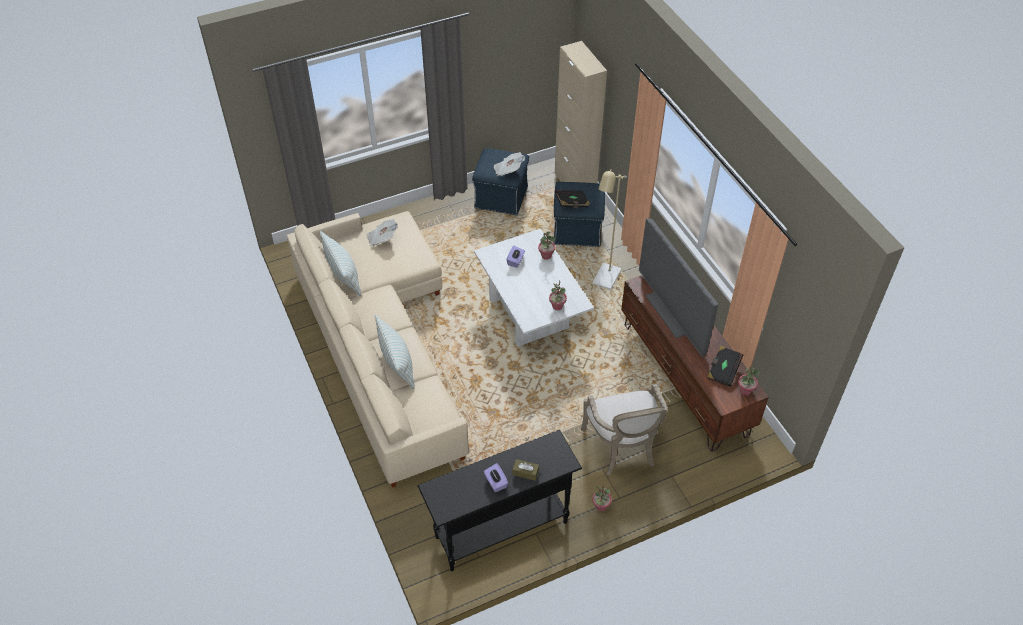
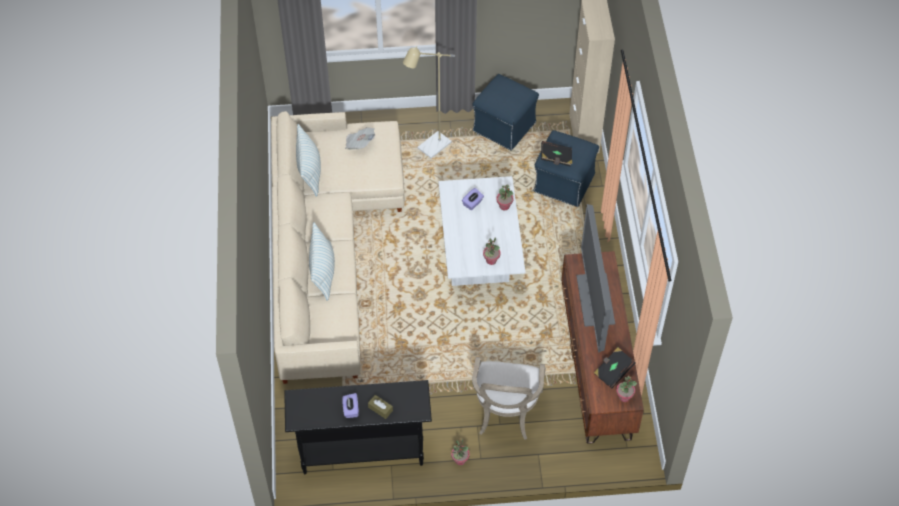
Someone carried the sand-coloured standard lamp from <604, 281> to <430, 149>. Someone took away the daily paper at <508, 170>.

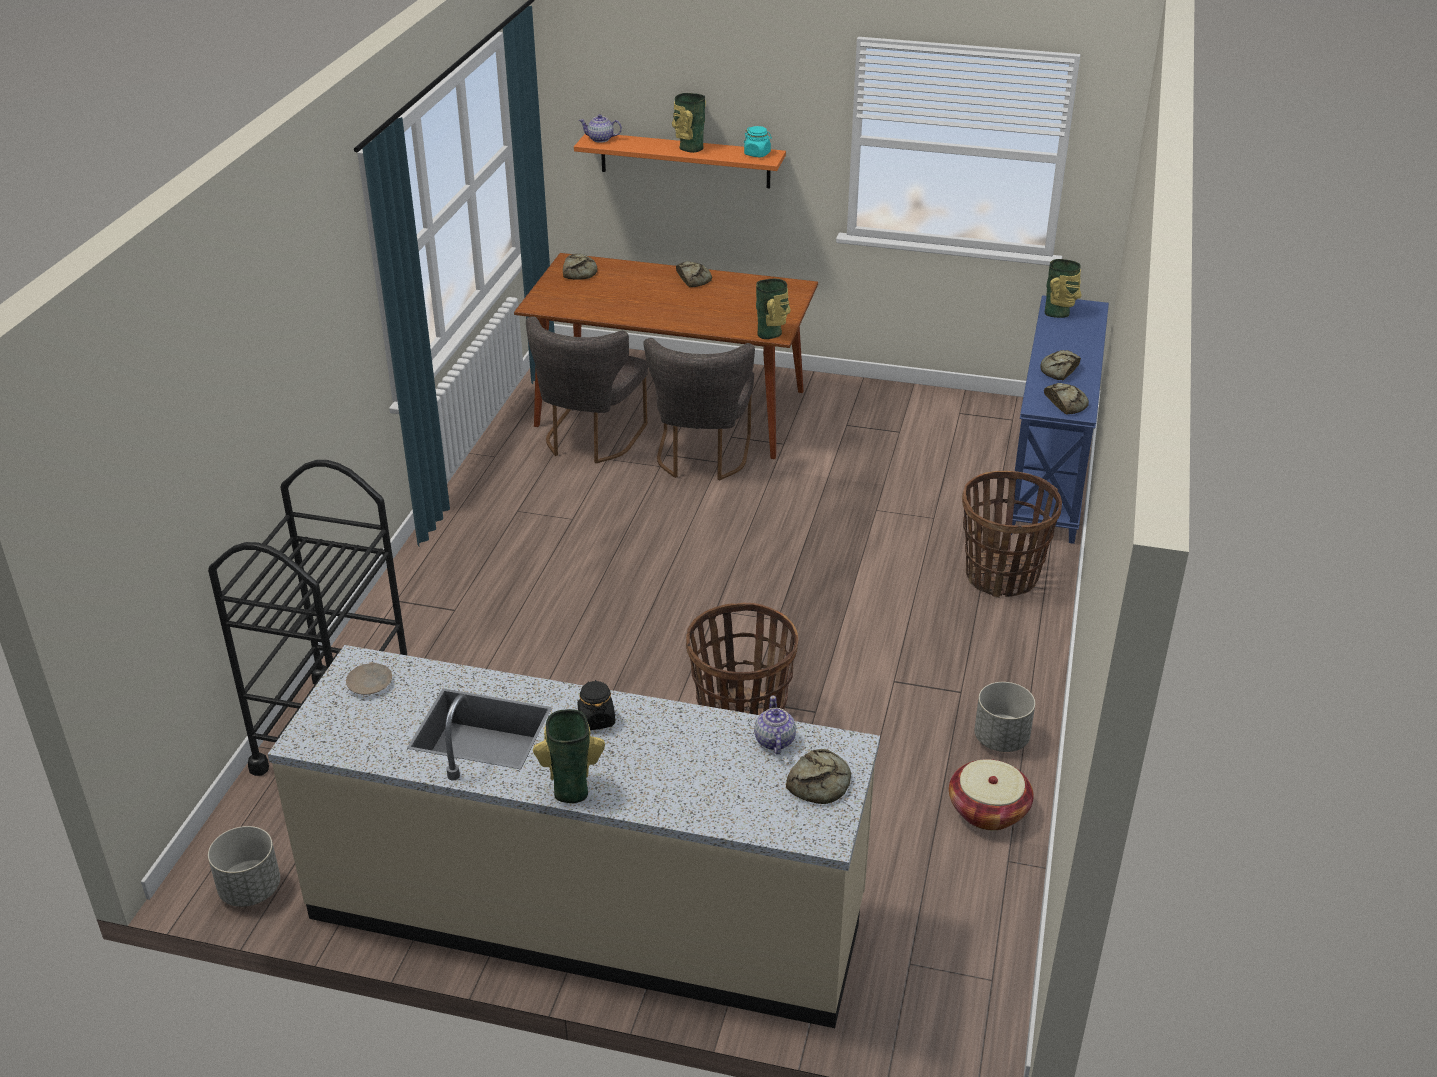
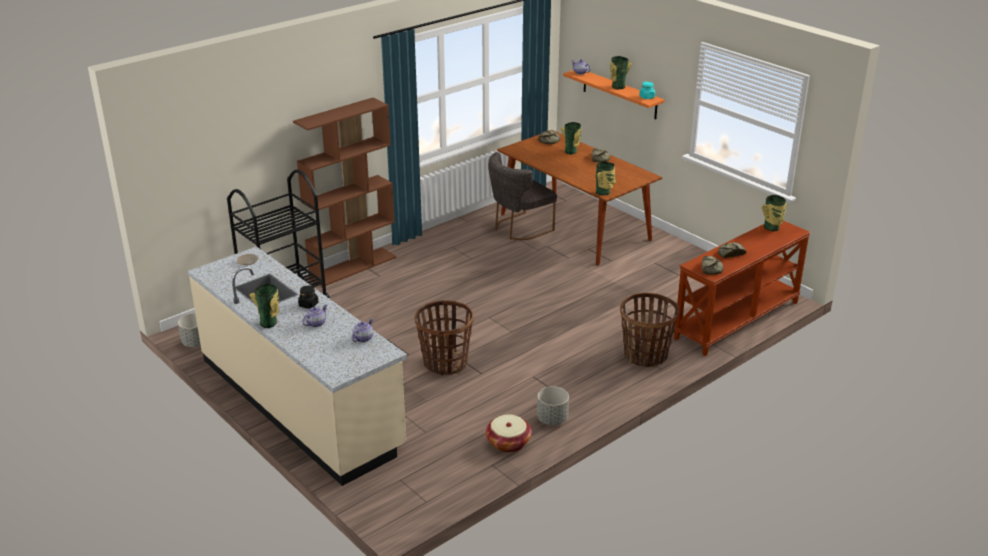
Someone put down the brownish bookcase at <353, 267>. Someone put down the teapot at <315, 323>. Someone put down the decorative vase at <571, 151>. Someone repainted the bluish console table at <1051, 472>, which became the brownish console table at <737, 321>. Someone took away the gray plain chair at <701, 458>. Someone took away the bakery bread at <821, 783>.

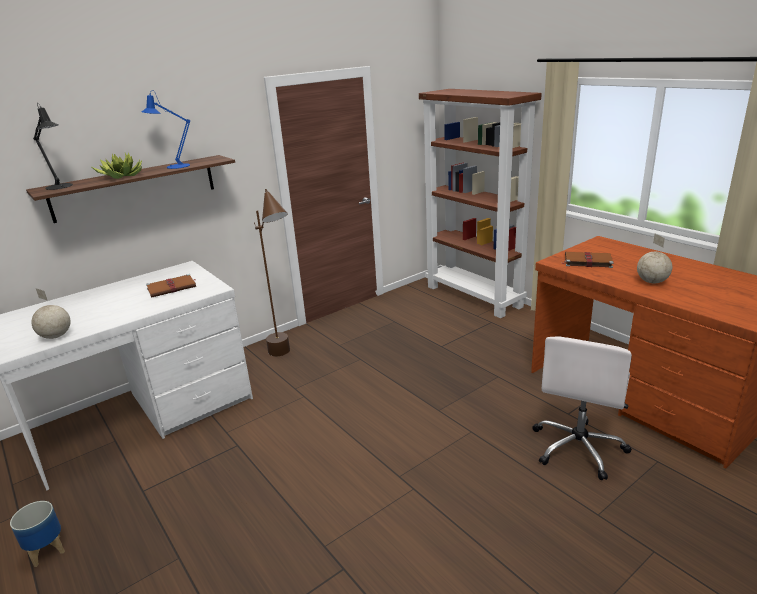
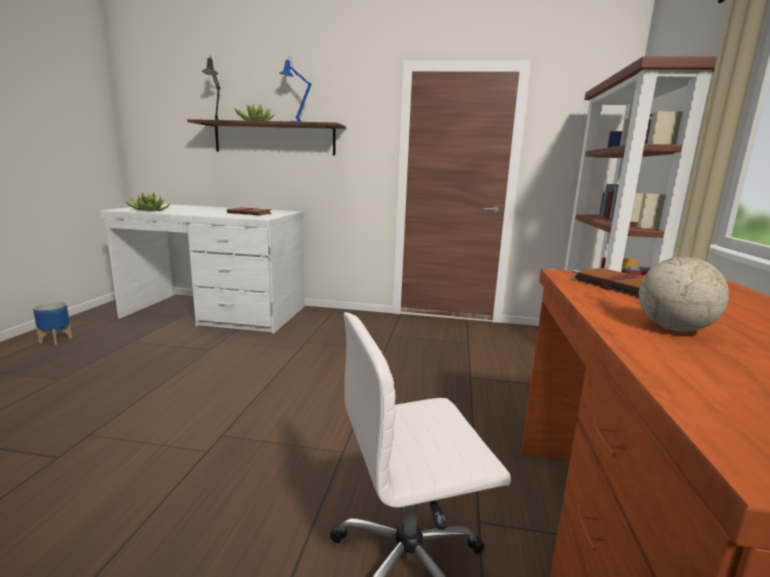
Someone swapped the globe at <56, 336> for the potted plant at <149, 210>. Someone took away the brownish standard lamp at <287, 358>.

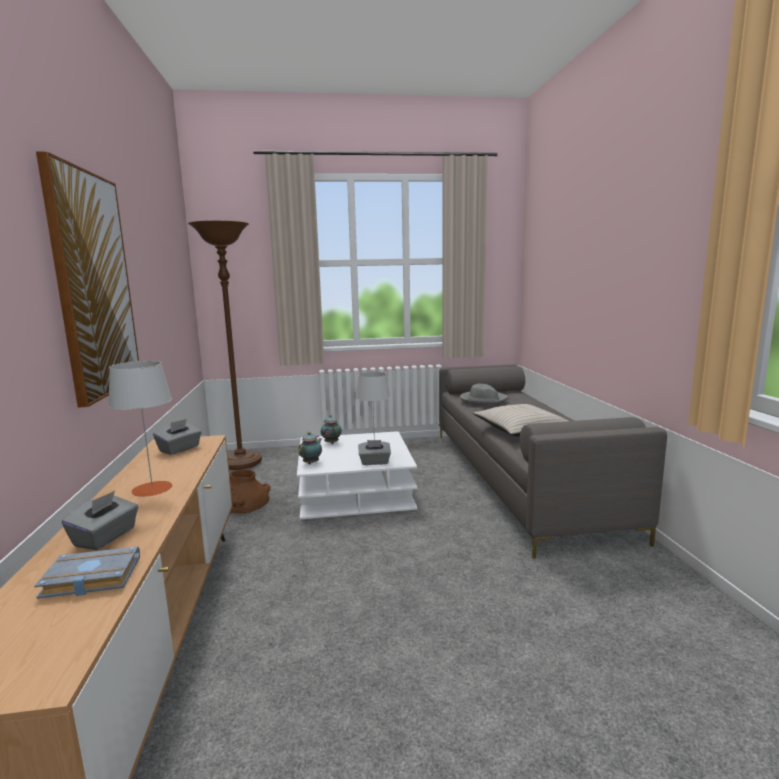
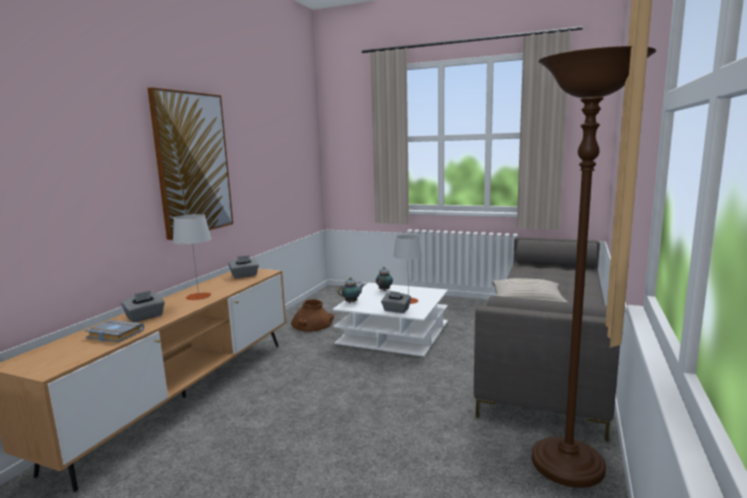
Someone carried the brownish standard lamp from <241, 463> to <567, 466>. Someone took away the gray clothing hat at <483, 400>.

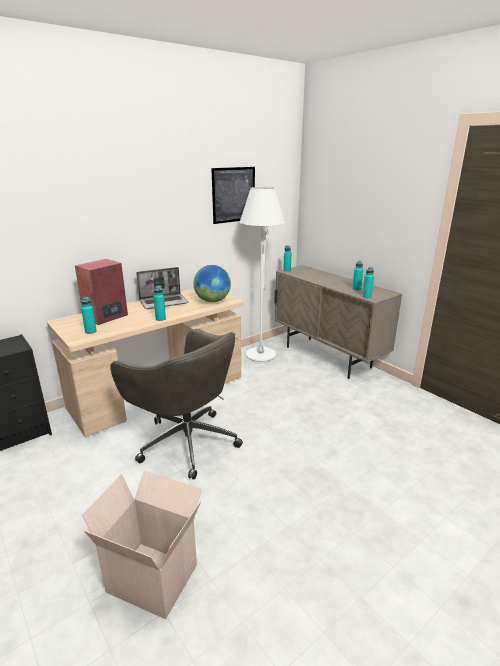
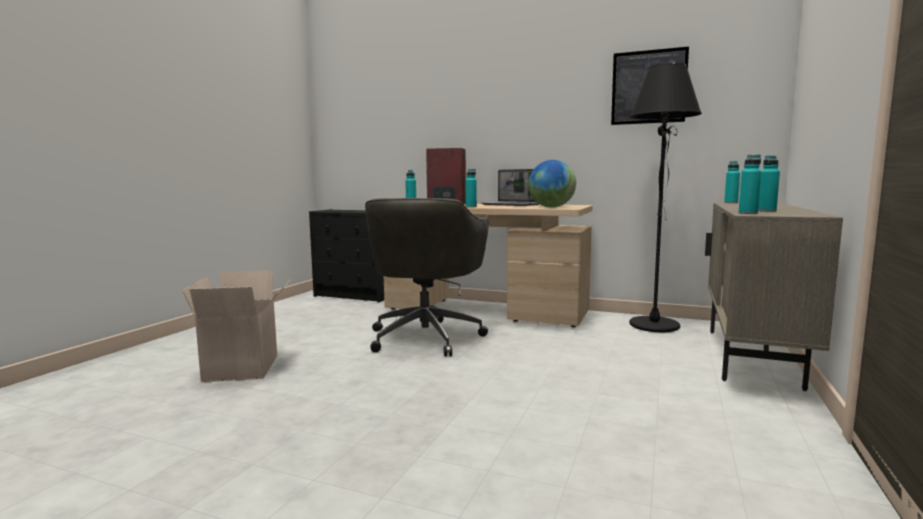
Someone repainted the white standard lamp at <260, 355>, which became the black standard lamp at <654, 325>.

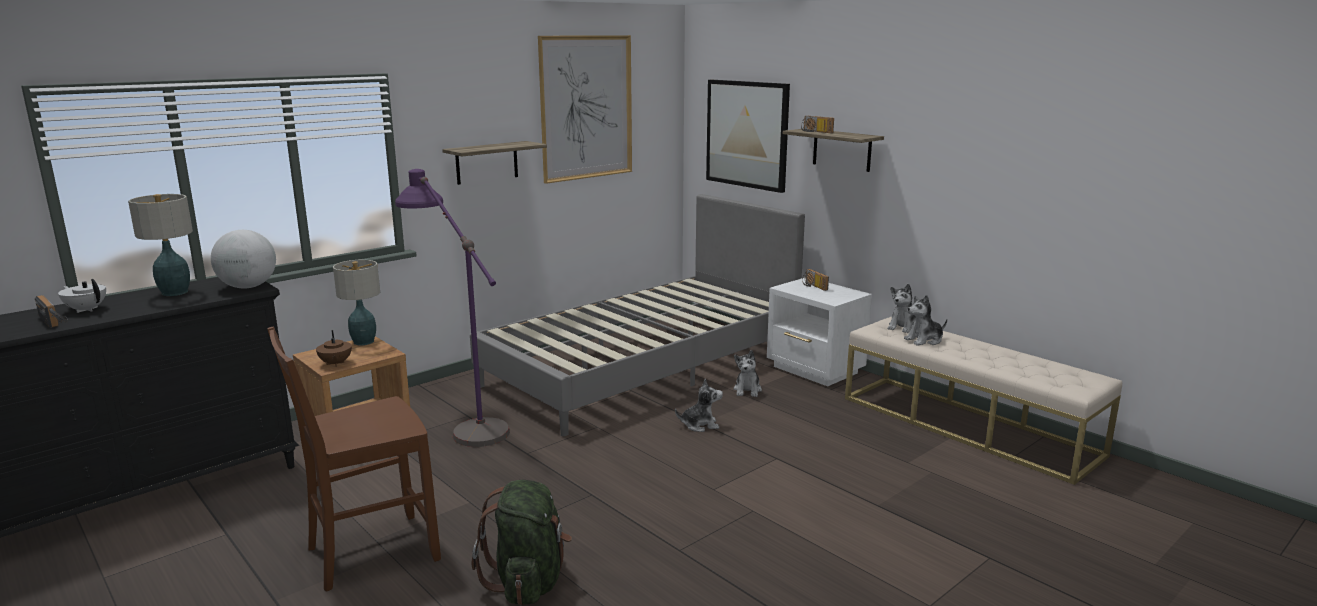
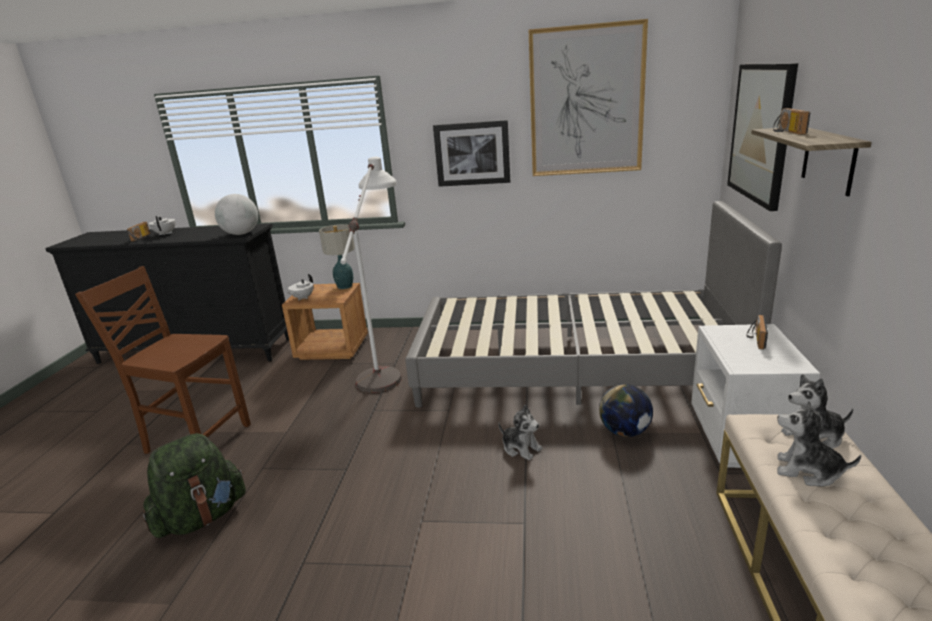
Someone repainted the brownish teapot at <335, 364>, which became the white teapot at <302, 298>. Someone repainted the purplish standard lamp at <462, 420>, which became the white standard lamp at <387, 364>. Someone swapped the bracket shelf at <487, 162> for the wall picture at <472, 153>. Someone swapped the plush toy at <747, 390> for the globe at <625, 432>. Someone took away the tabletop lamp at <175, 293>.

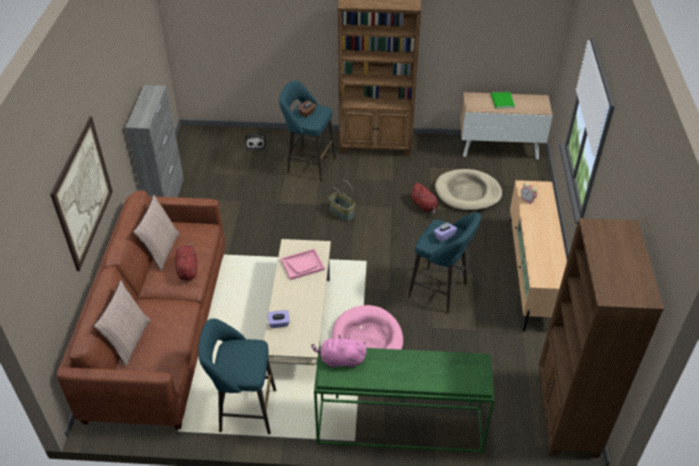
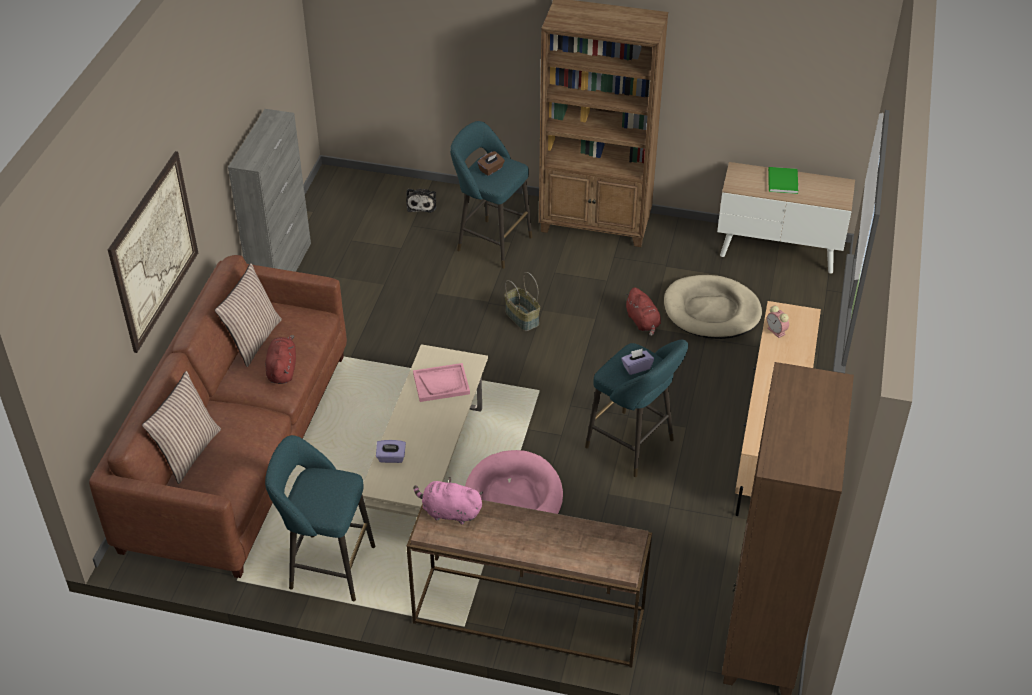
Someone repainted the green-coloured console table at <398, 427>, which became the brownish console table at <527, 617>.

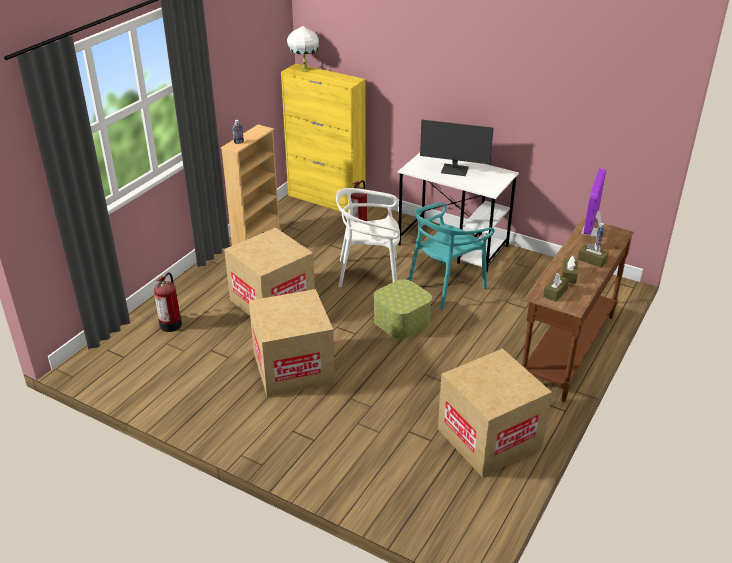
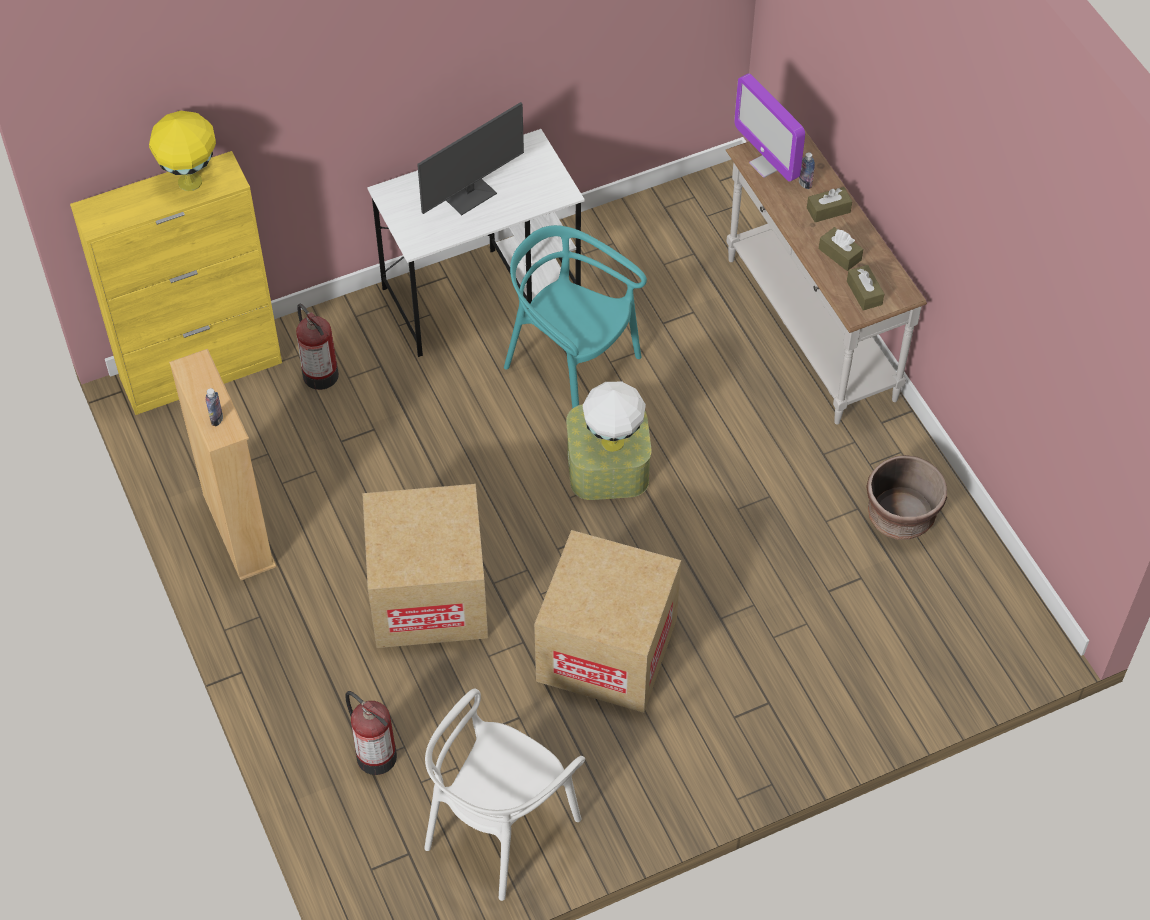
Someone put down the yellow-coloured tabletop lamp at <191, 182>. Someone carried the white plain chair from <369, 273> to <499, 828>. Someone rotated the turquoise plain chair at <445, 286> by 135 degrees clockwise. Someone carried the white tabletop lamp from <304, 69> to <613, 443>. Someone repainted the brownish console table at <566, 349>, which became the white console table at <808, 329>. Someone swapped the packing box at <489, 438> for the brownish plant pot at <900, 516>.

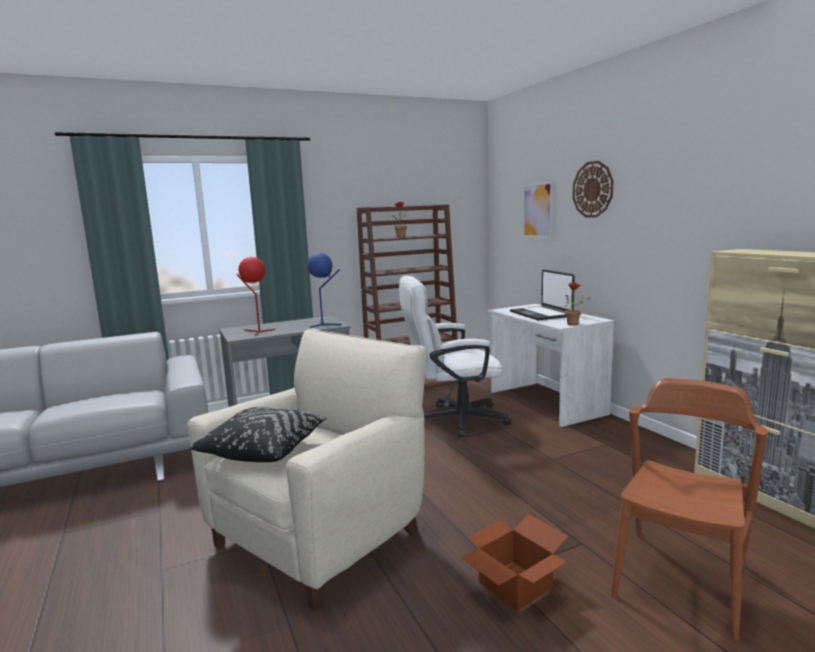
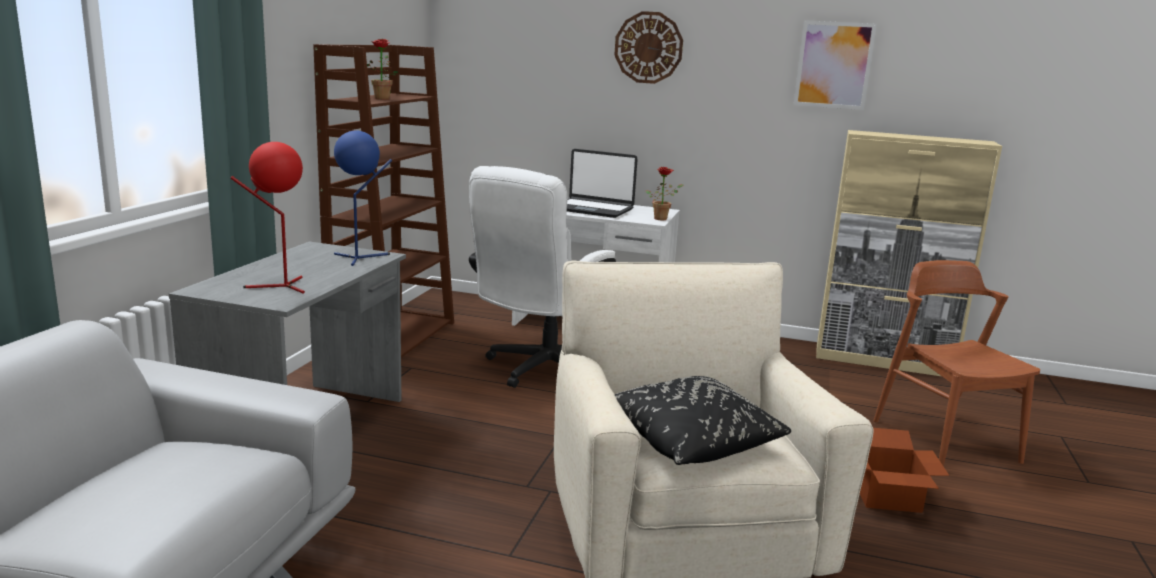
Someone carried the wall picture from <537, 210> to <834, 65>.

